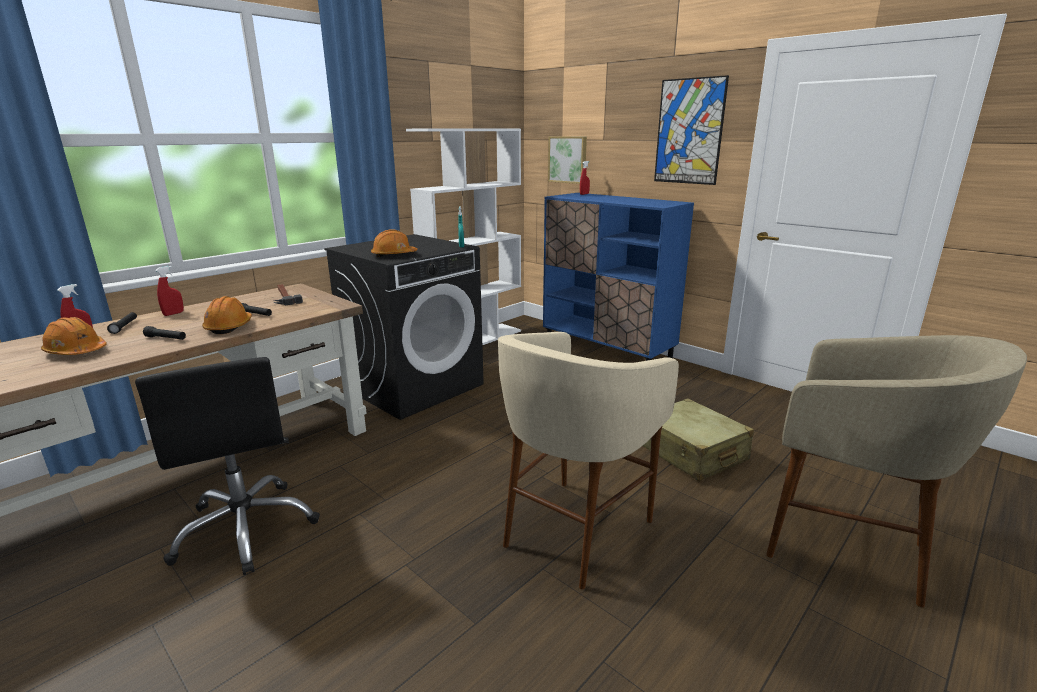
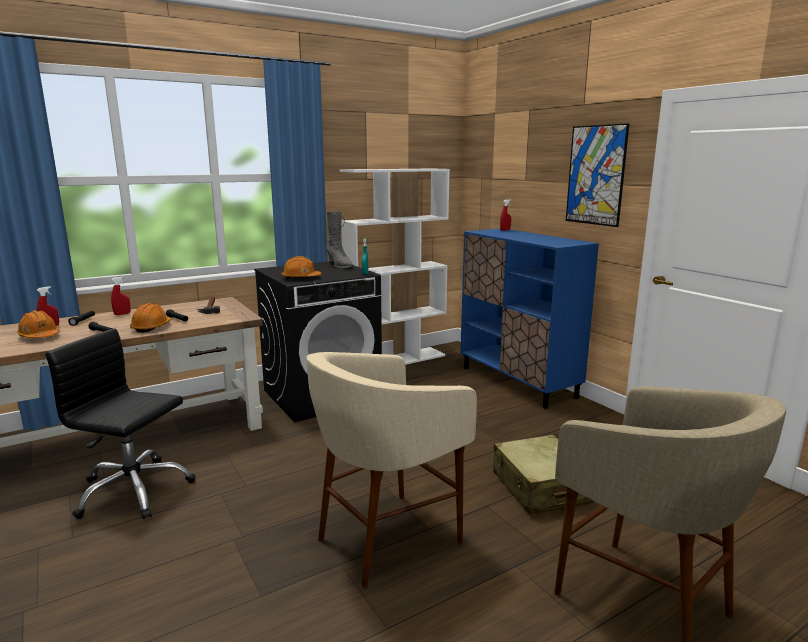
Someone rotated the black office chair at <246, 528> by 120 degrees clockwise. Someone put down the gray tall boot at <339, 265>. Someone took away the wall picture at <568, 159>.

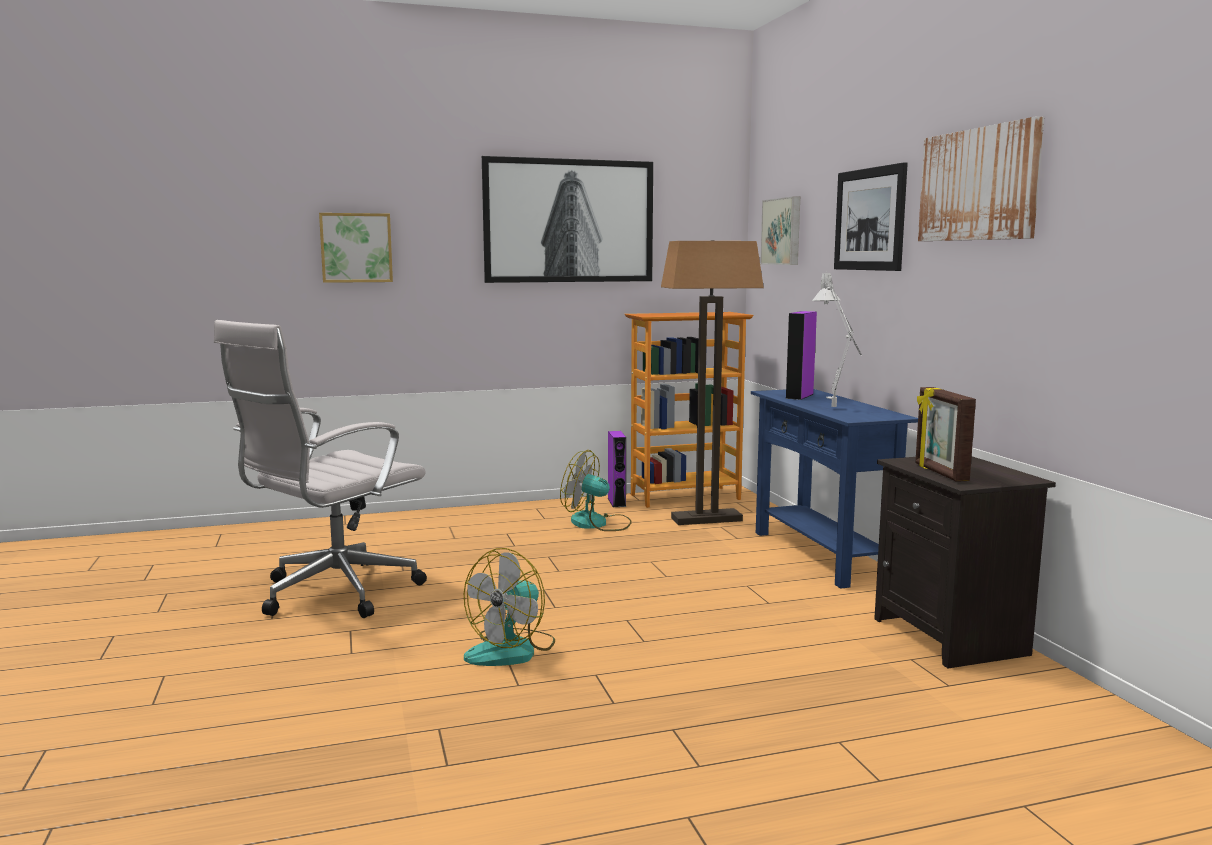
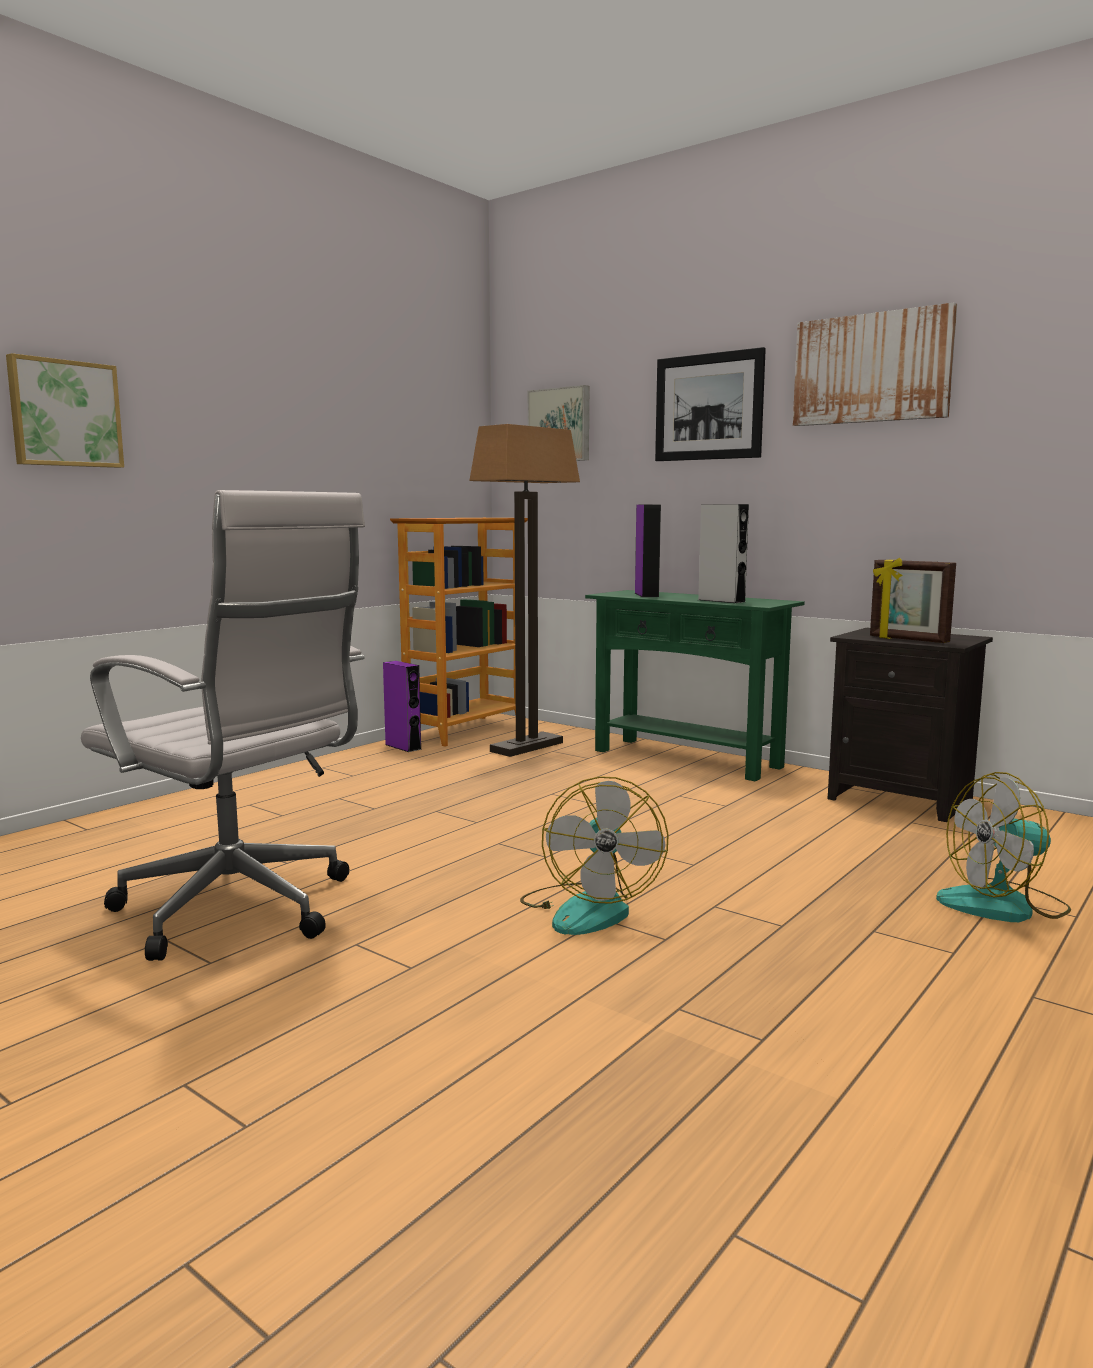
Someone rotated the white office chair at <332, 594> by 60 degrees counterclockwise. Someone repainted the bluish console table at <820, 555>, which became the green-coloured console table at <686, 758>. Someone swapped the gray tabletop lamp at <836, 410> for the gray audio speaker at <721, 601>. Someone carried the fan from <597, 523> to <1004, 905>. Someone took away the wall picture at <569, 221>.

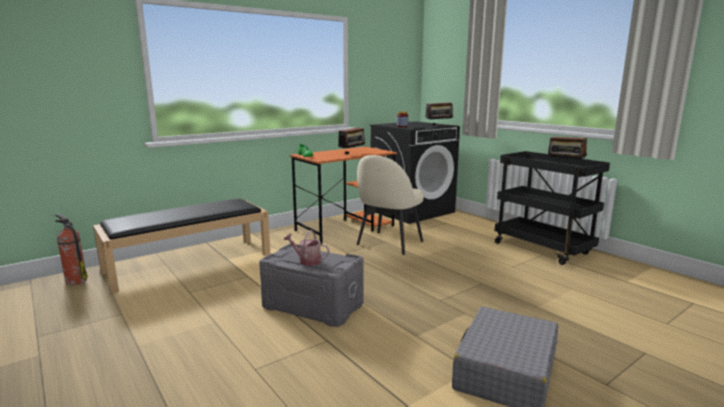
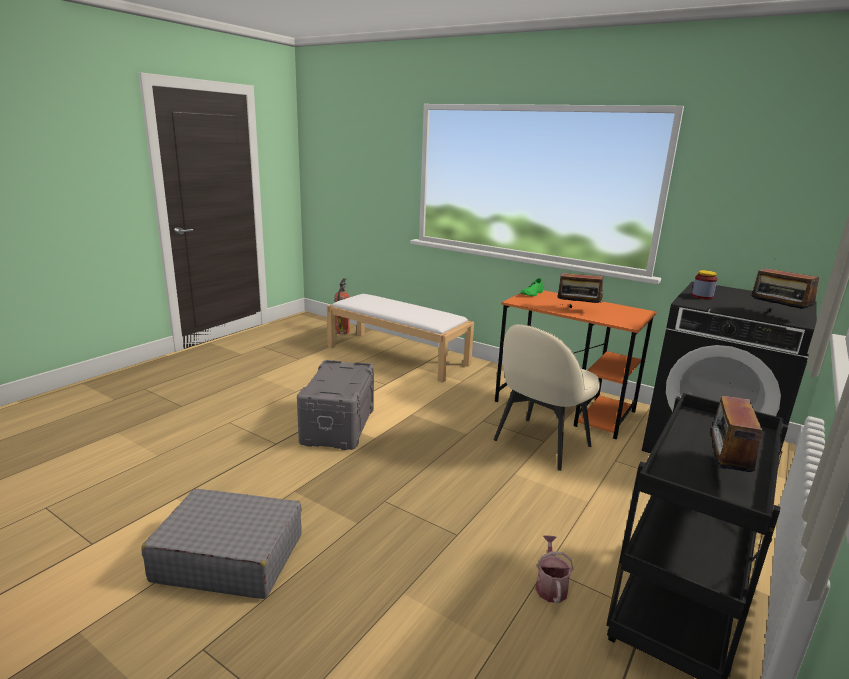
Someone repainted the black long seat at <190, 262>, which became the white long seat at <398, 355>. Someone rotated the sand-coloured plain chair at <389, 243> by 60 degrees counterclockwise. Someone carried the watering can from <307, 261> to <550, 586>.

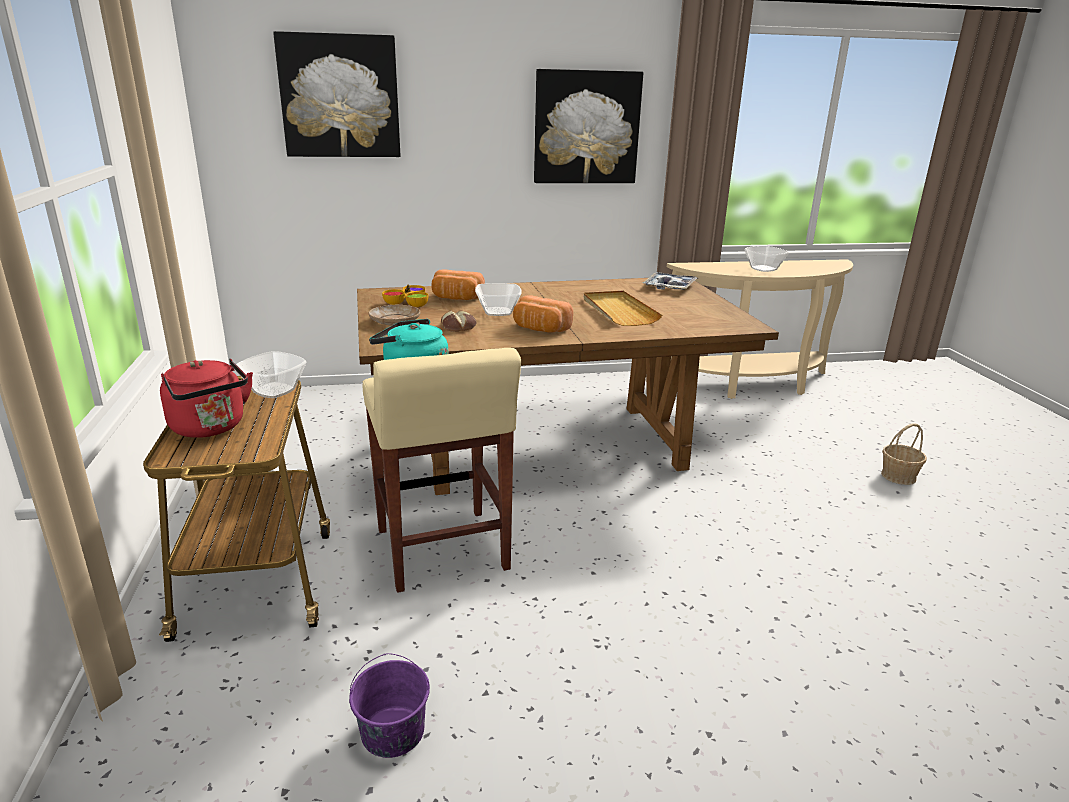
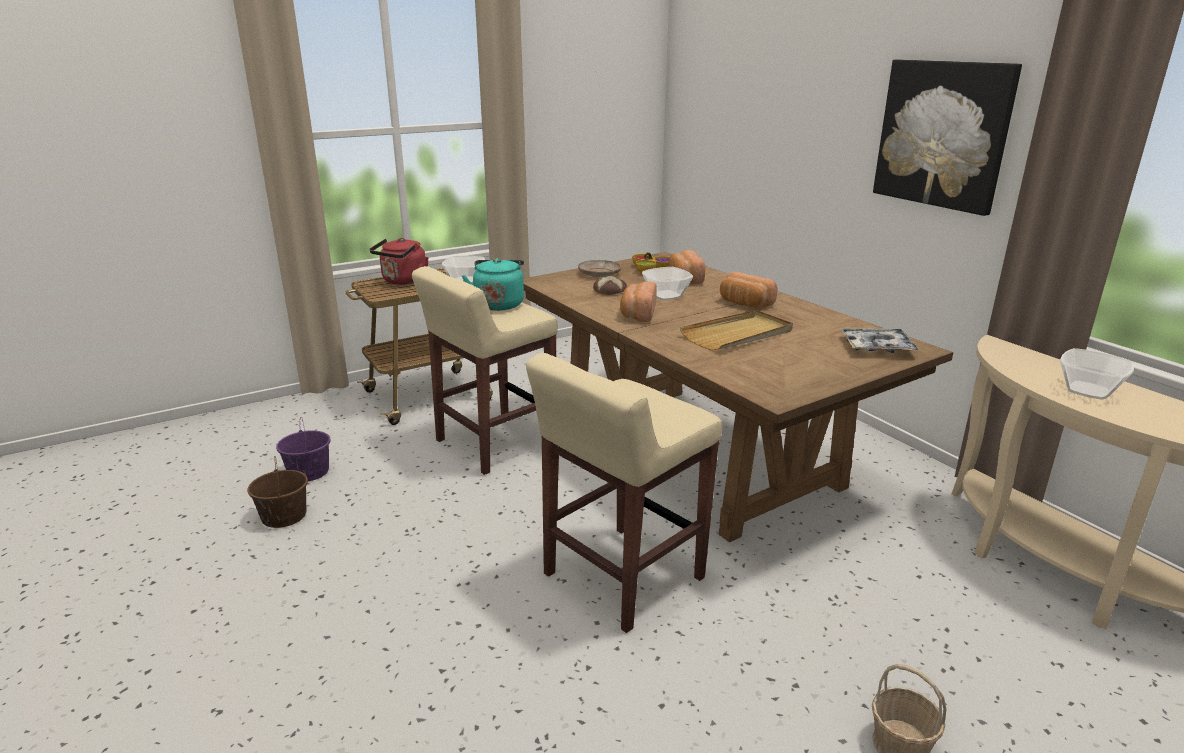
Someone put down the brownish water bucket at <284, 516>. Someone put down the sand-coloured stool seat at <621, 577>. Someone put down the bakery bread at <744, 304>. Someone took away the wall picture at <340, 96>.

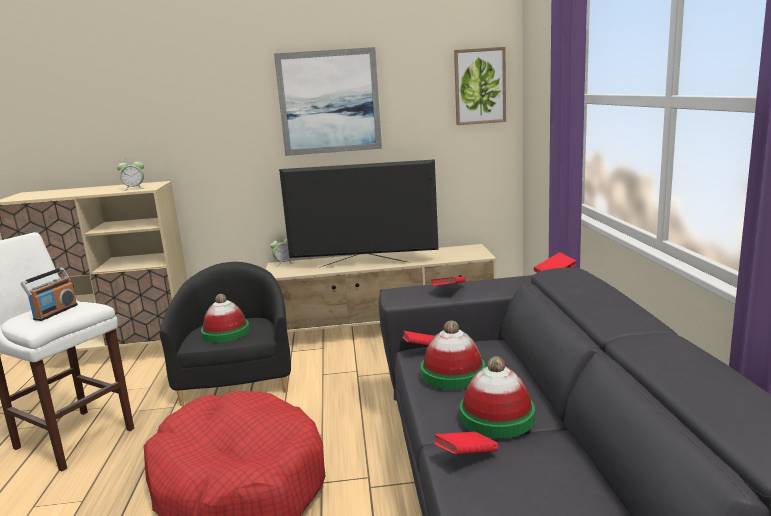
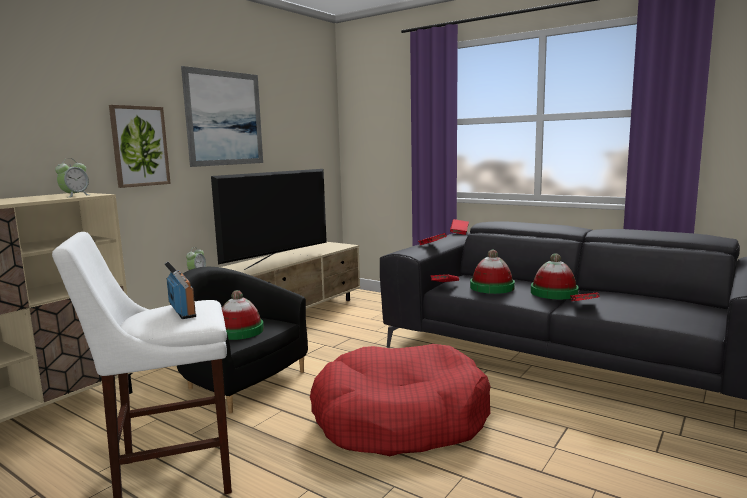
Someone carried the wall picture from <479, 86> to <139, 146>.

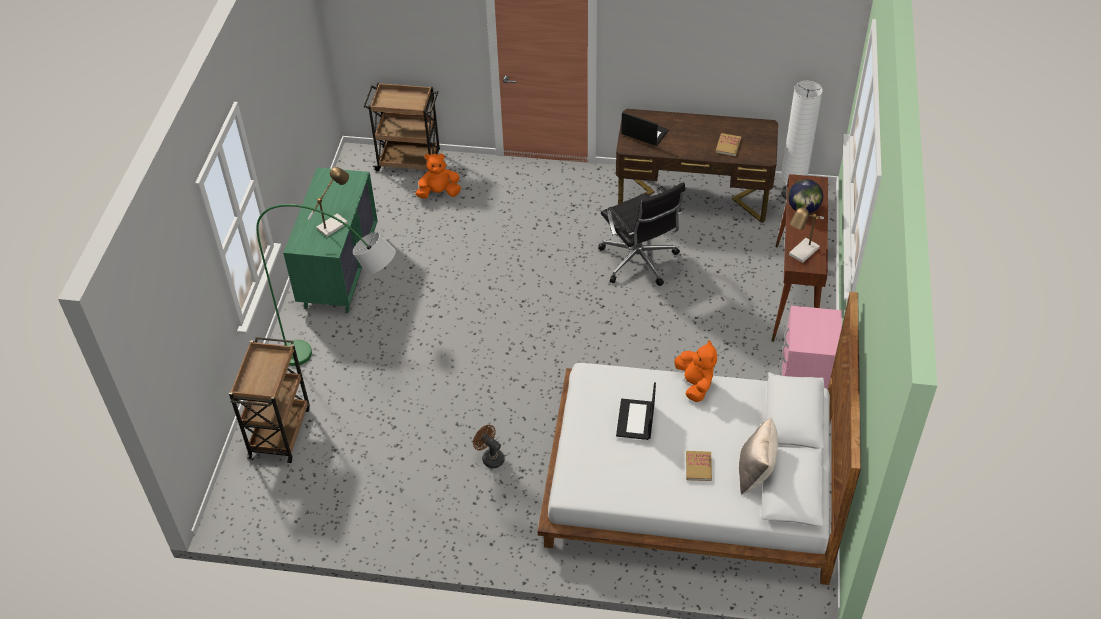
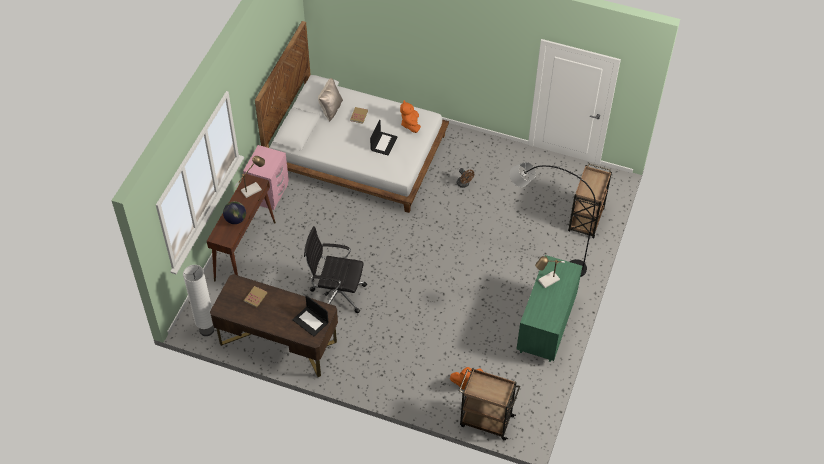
Someone rotated the black office chair at <639, 262> by 60 degrees counterclockwise. Someone carried the orange plush toy from <695, 384> to <410, 124>. Someone repainted the green-coloured standard lamp at <350, 365>, which became the black standard lamp at <541, 255>.

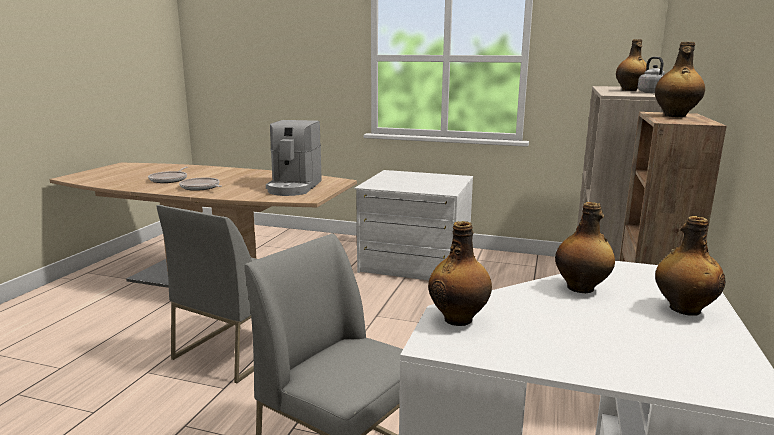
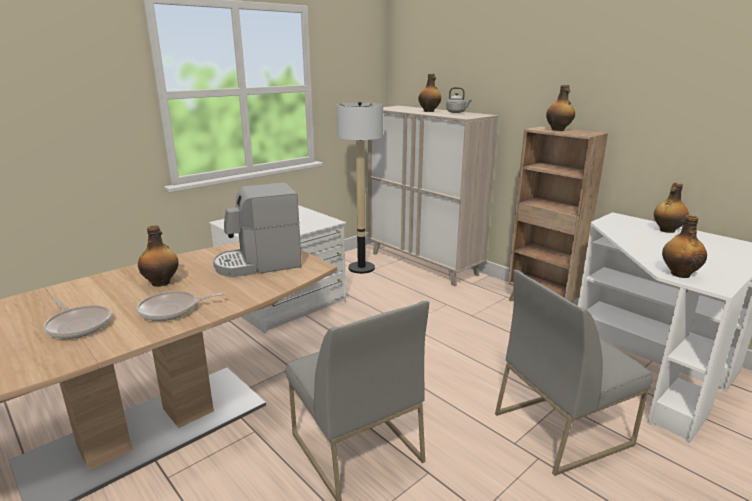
Someone carried the beverage bottle from <581, 288> to <162, 282>. Someone rotated the coffee brewer at <294, 187> by 120 degrees clockwise. Someone put down the standard lamp at <361, 268>.

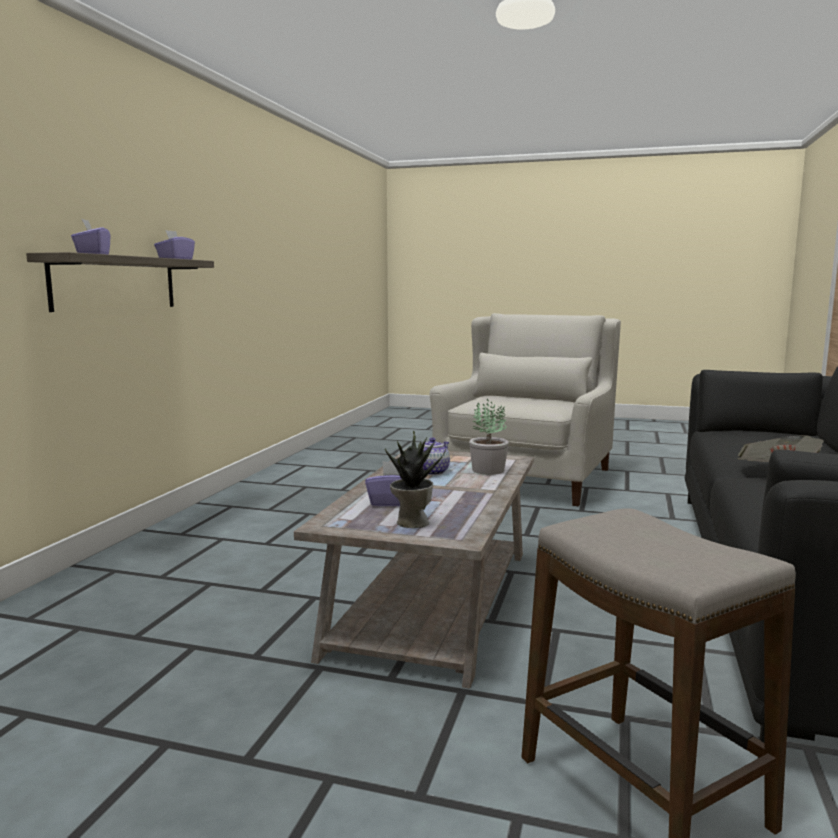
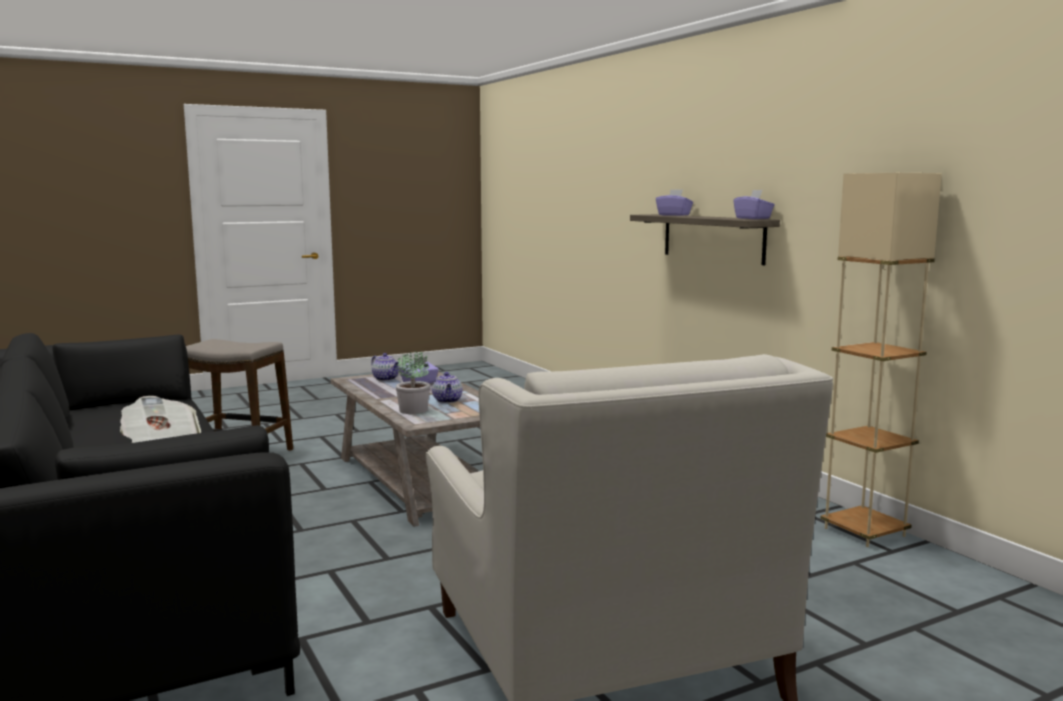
Someone swapped the potted plant at <411, 522> for the teapot at <386, 379>. Someone put down the sand-coloured standard lamp at <864, 532>.

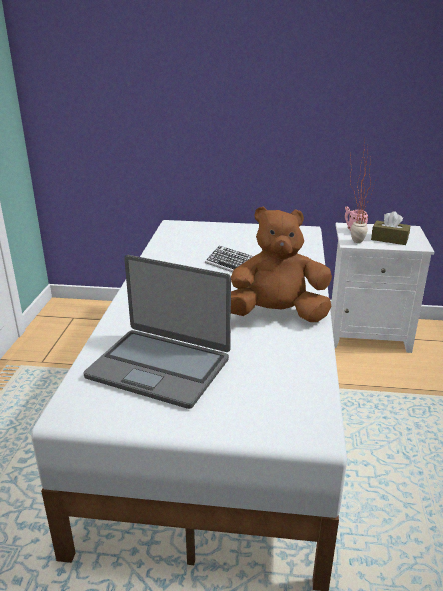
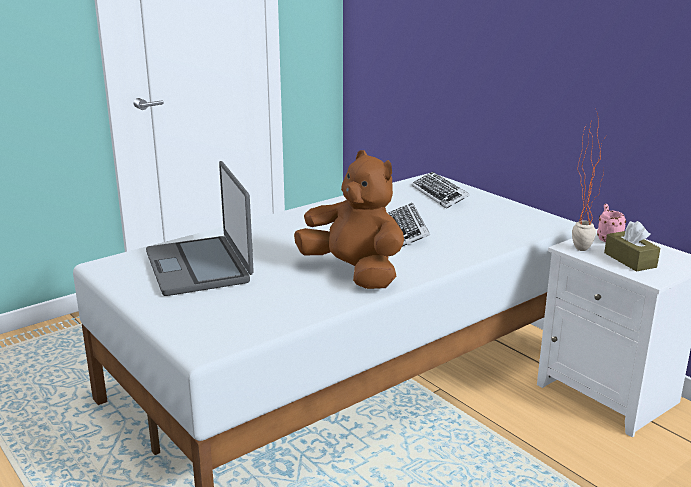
Someone put down the computer keyboard at <439, 195>.

